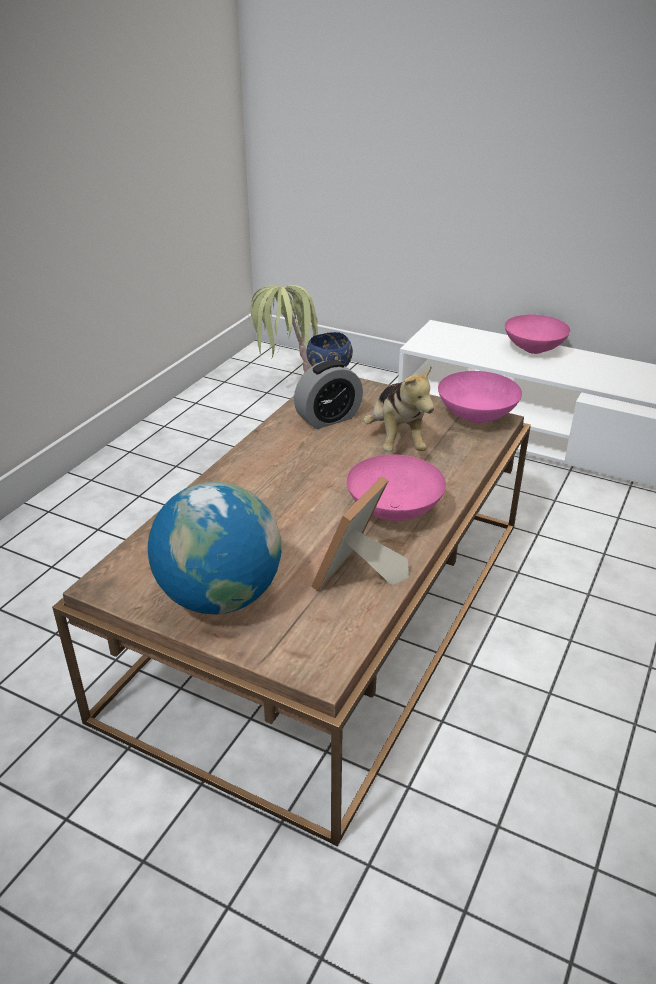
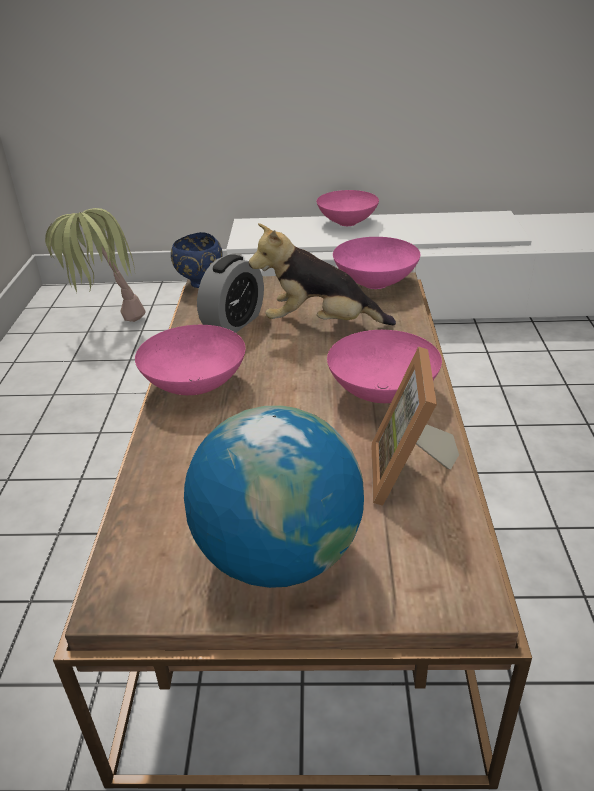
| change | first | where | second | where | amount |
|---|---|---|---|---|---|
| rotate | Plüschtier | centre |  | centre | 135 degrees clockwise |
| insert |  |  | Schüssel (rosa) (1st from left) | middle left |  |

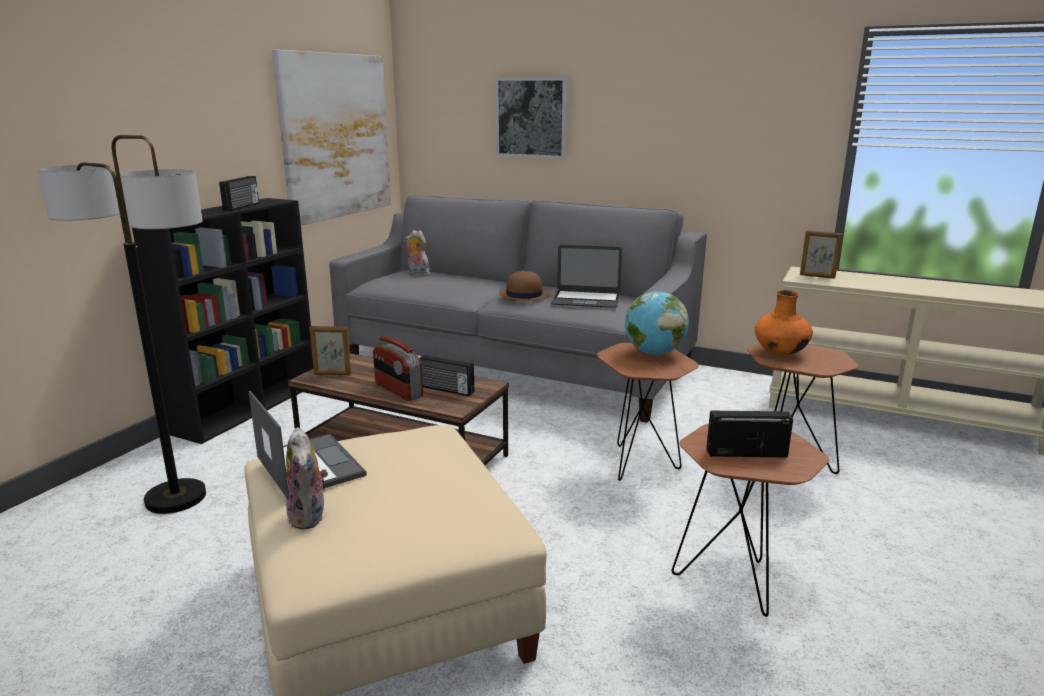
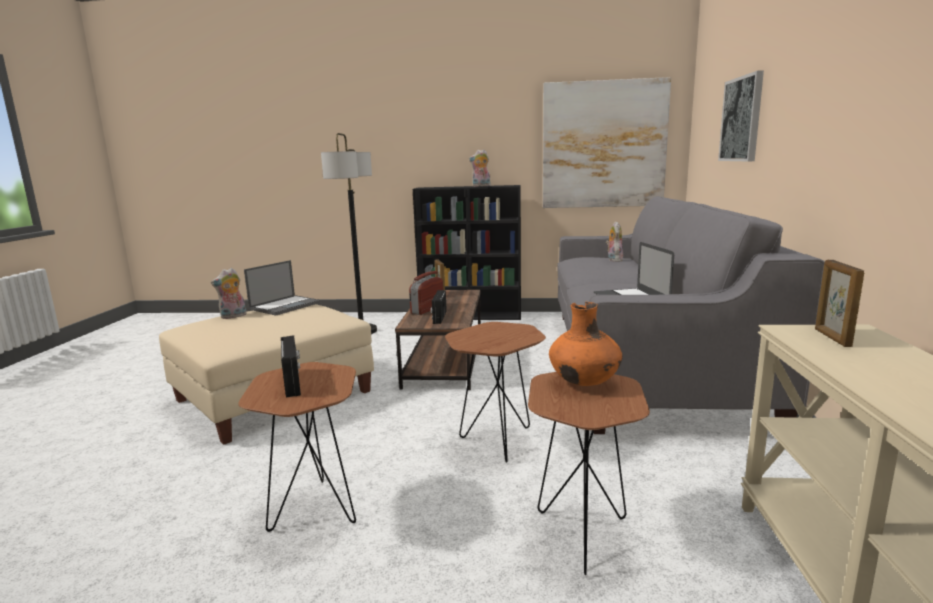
| change | first | where | second | where | amount |
|---|---|---|---|---|---|
| replace | Radio (1st from left) | top left | Plüschtier (2nd from left) | top centre |  |
| delete | Hut (braun) | centre |  |  |  |
| delete | Globus | centre |  |  |  |

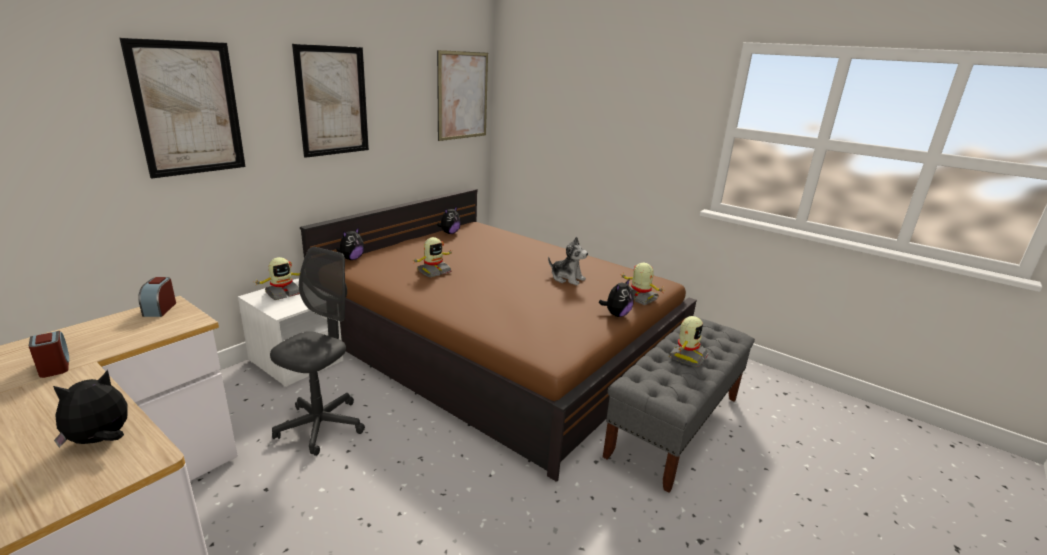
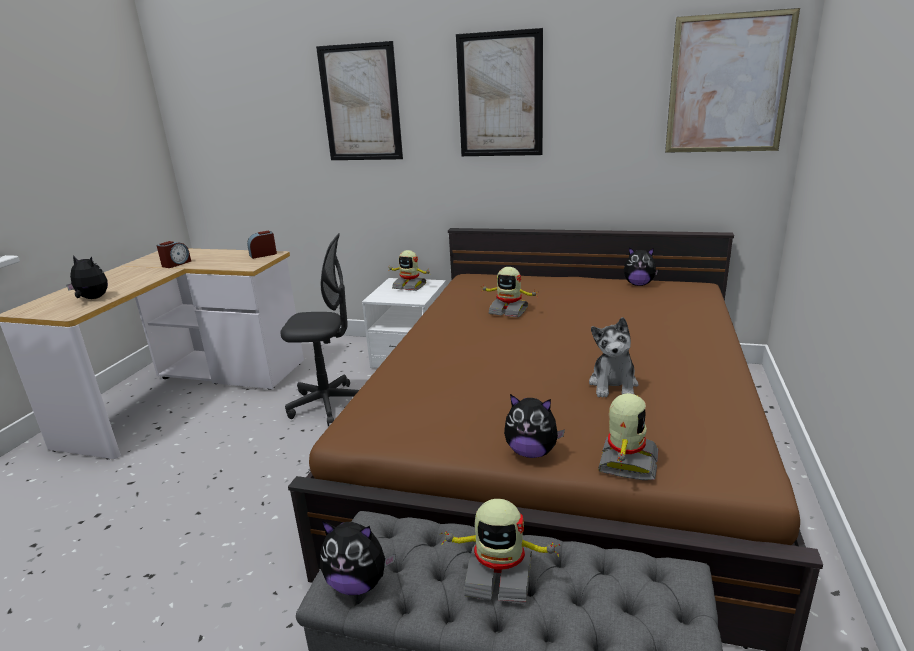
| change | first | where | second | where | amount |
|---|---|---|---|---|---|
| move | Plüschtier (2nd from left) | centre |  | bottom centre |  |

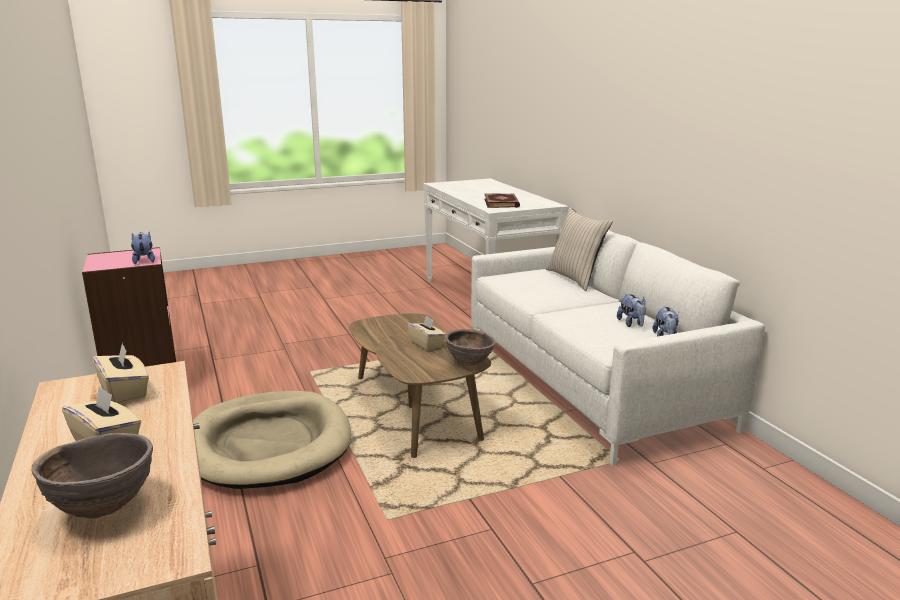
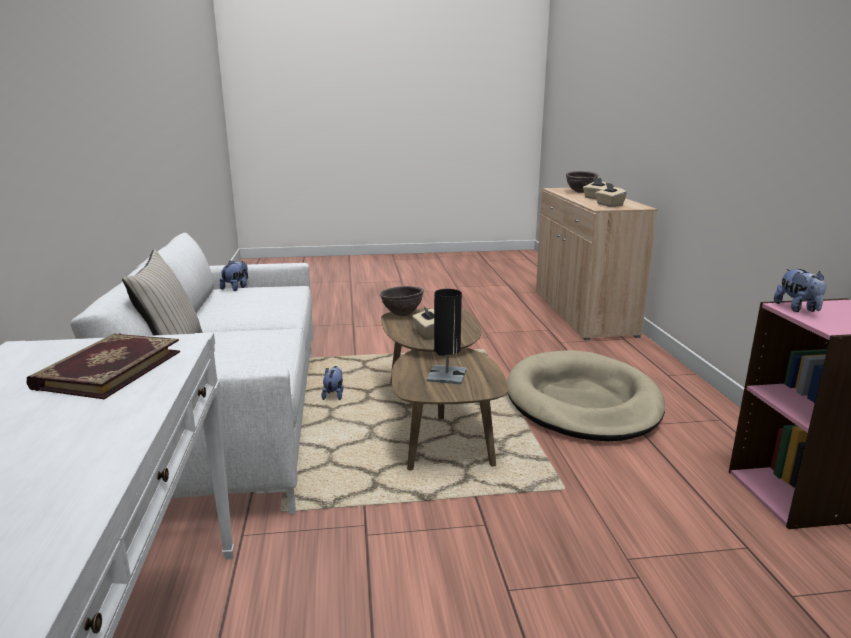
| change | first | where | second | where | amount |
|---|---|---|---|---|---|
| move | Plüschtier (2nd from left) | middle right |  | centre |  |
| insert |  |  | Tischlampe (schwarz) | centre |  |

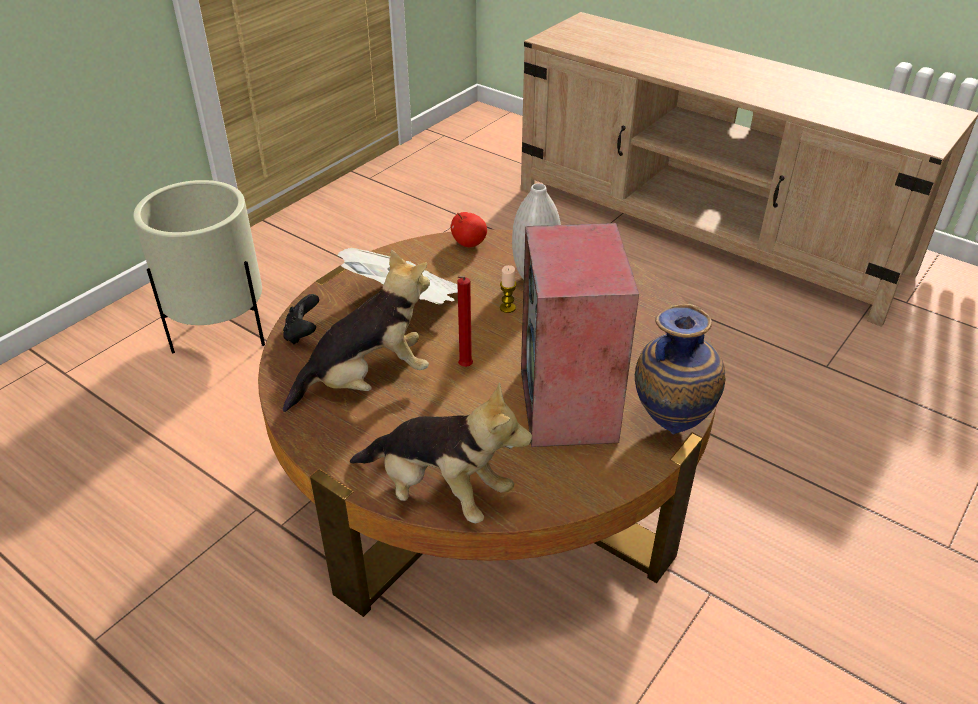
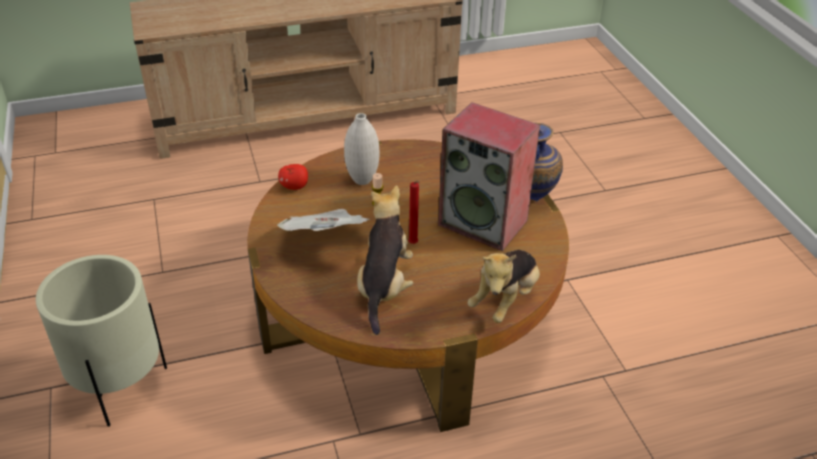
| change | first | where | second | where | amount |
|---|---|---|---|---|---|
| delete | Gamepad (schwarz) | middle left |  |  |  |
| rotate | Plüschtier (2nd from left) | centre |  | centre | 150 degrees clockwise |

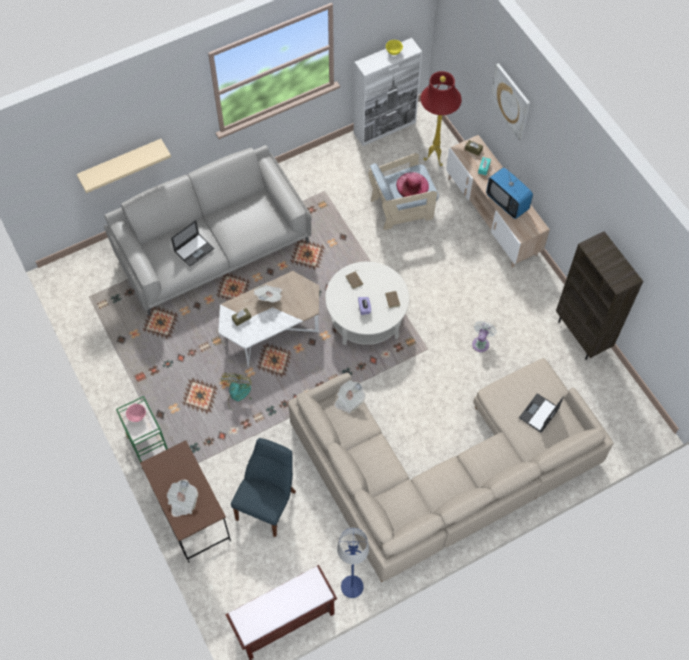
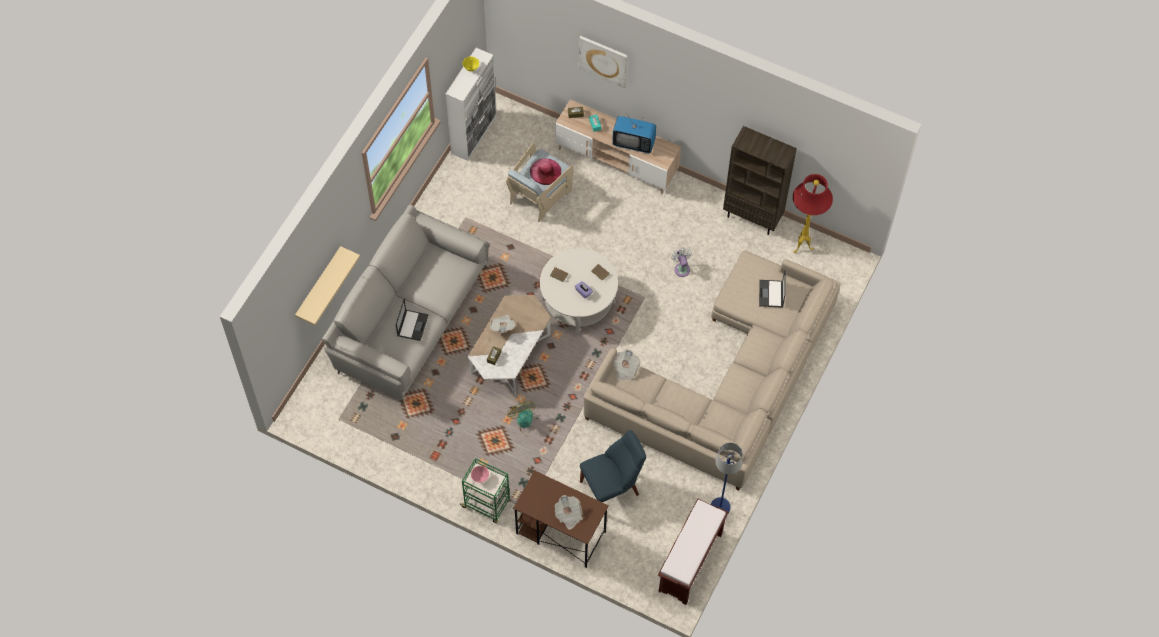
| change | first | where | second | where | amount |
|---|---|---|---|---|---|
| move | Stehlampe (rot) | top centre |  | middle right |  |
| rotate | Stuhl (blau) | bottom centre |  | bottom centre | 75 degrees clockwise |

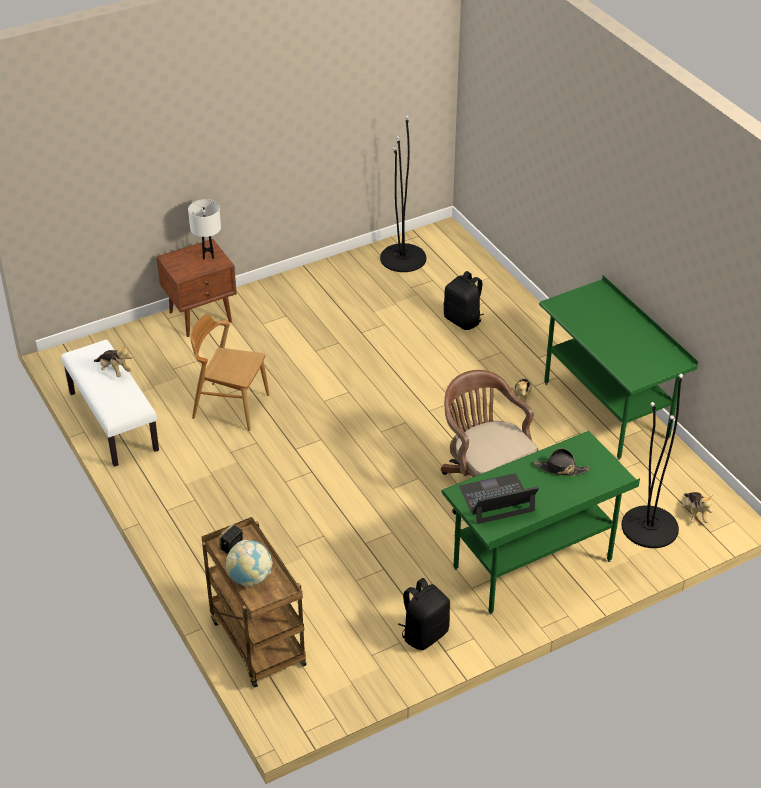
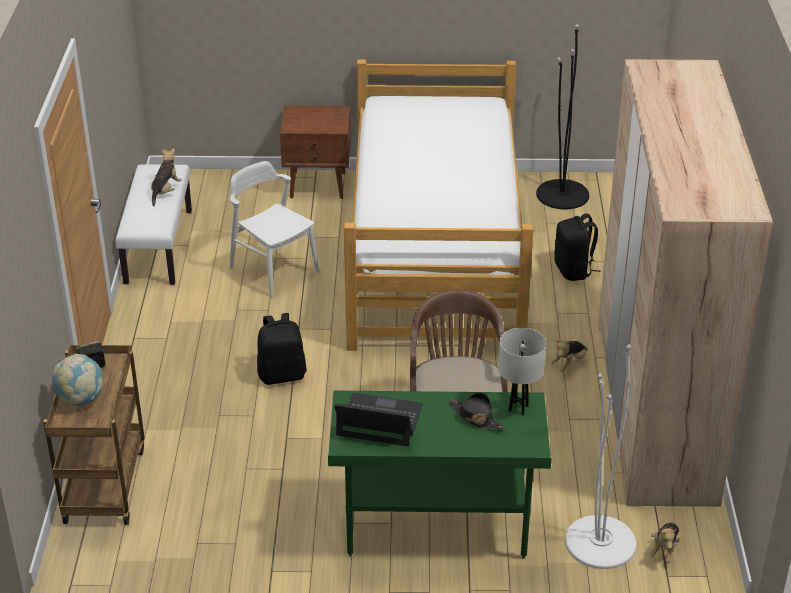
| change | first | where | second | where | amount |
|---|---|---|---|---|---|
| move | Tischlampe (weiß) | top left |  | centre |  |
| replace | Schreibtisch (grün) (2nd from left) | middle right | Kleiderschrank (beige) | middle right |  |
| recolor | Stuhl (braun) | middle left | Stuhl (weiß) | centre |  |
| rotate | Plüschtier (1st from left) | middle left |  | top left | 135 degrees counterclockwise |
| recolor | Stehlampe (schwarz) (2nd from left) | middle right | Stehlampe (weiß) | bottom right |  |
| move | Rucksack (schwarz) (1st from left) | bottom centre |  | centre |  |
| insert |  |  | Bett | centre |  |

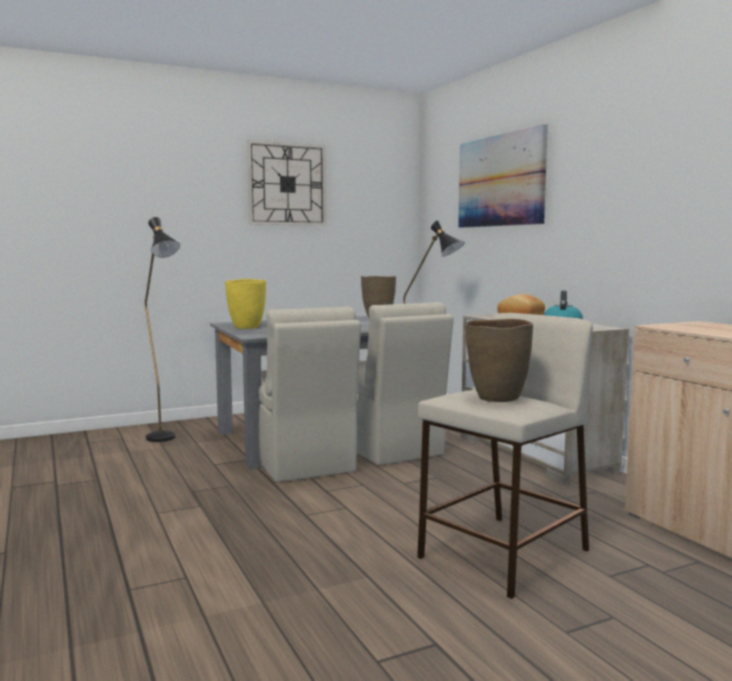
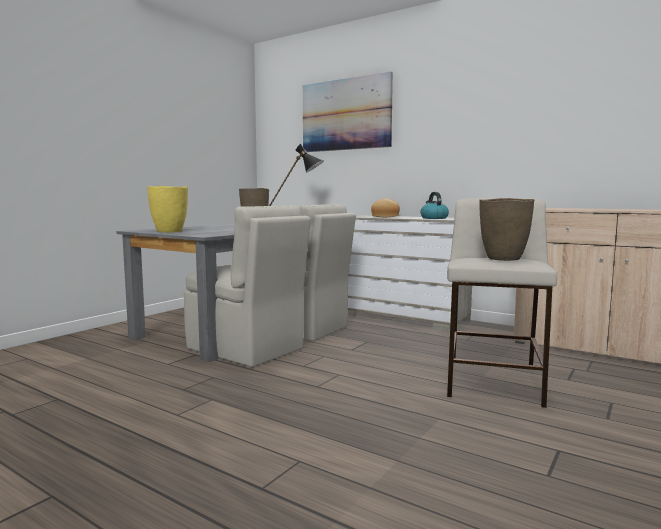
| change | first | where | second | where | amount |
|---|---|---|---|---|---|
| delete | Wanduhr | top centre |  |  |  |
| delete | Stehlampe (schwarz) (1st from left) | middle left |  |  |  |

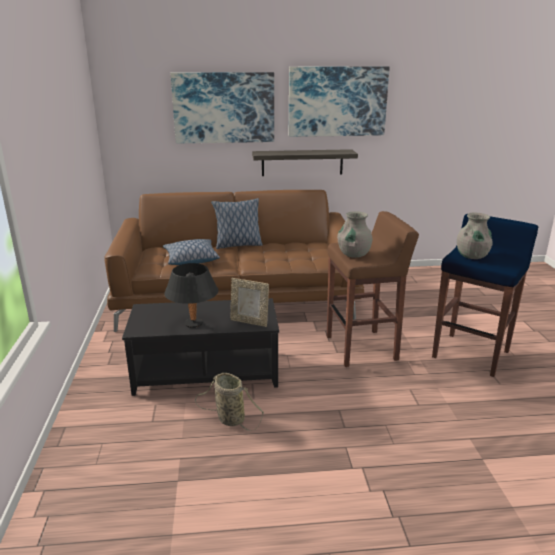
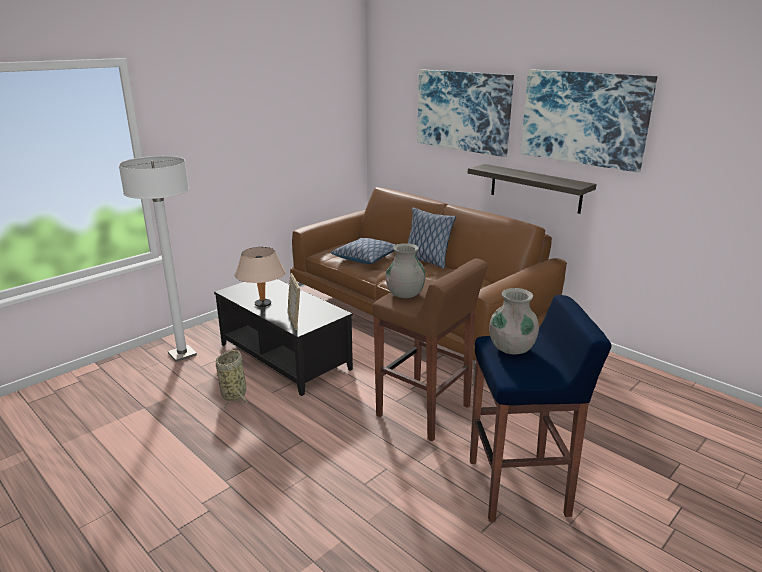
| change | first | where | second | where | amount |
|---|---|---|---|---|---|
| recolor | Tischlampe (schwarz) | centre | Tischlampe (beige) | centre |  |
| insert |  |  | Stehlampe (weiß) | middle left |  |

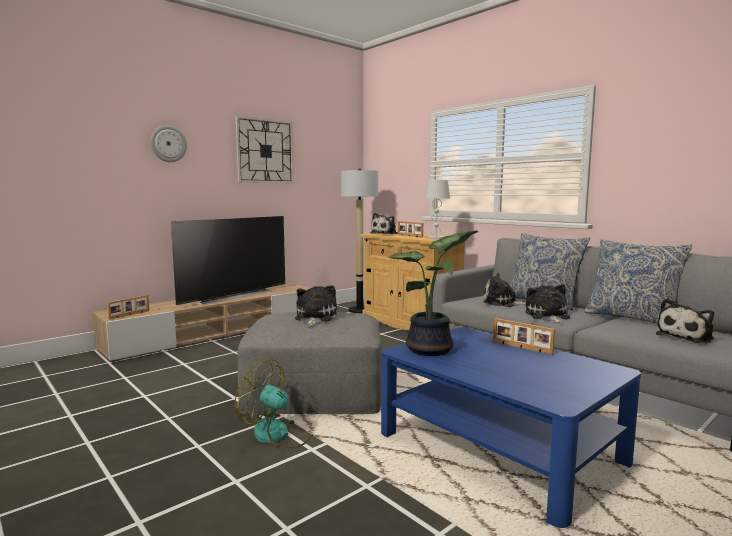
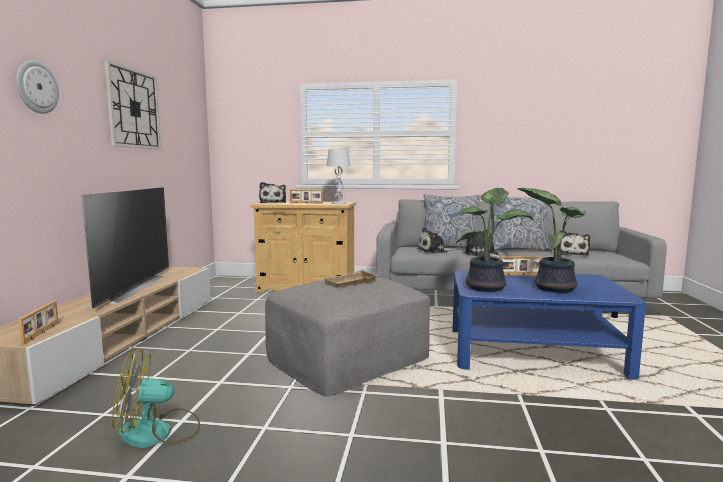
| change | first | where | second | where | amount |
|---|---|---|---|---|---|
| delete | Stehlampe | centre |  |  |  |
| replace | Plüschtier (1st from left) | centre | Tablett (beige) | centre |  |
| move | Ventilator | bottom centre |  | bottom left |  |
| insert |  |  | Topfpflanze (2nd from left) | middle right |  |

